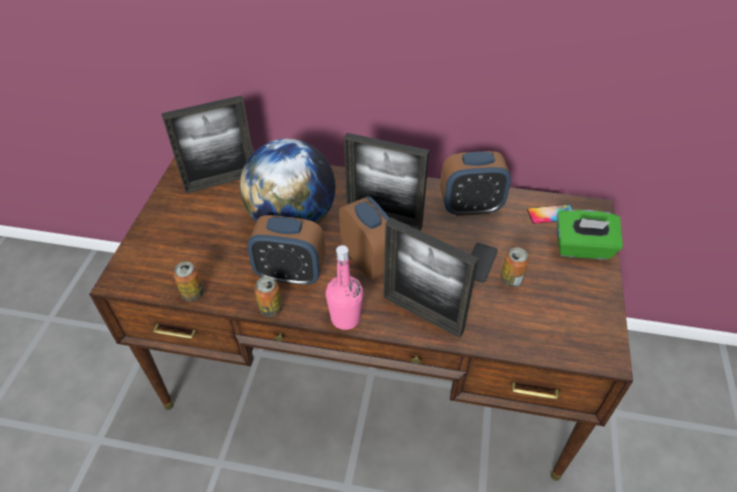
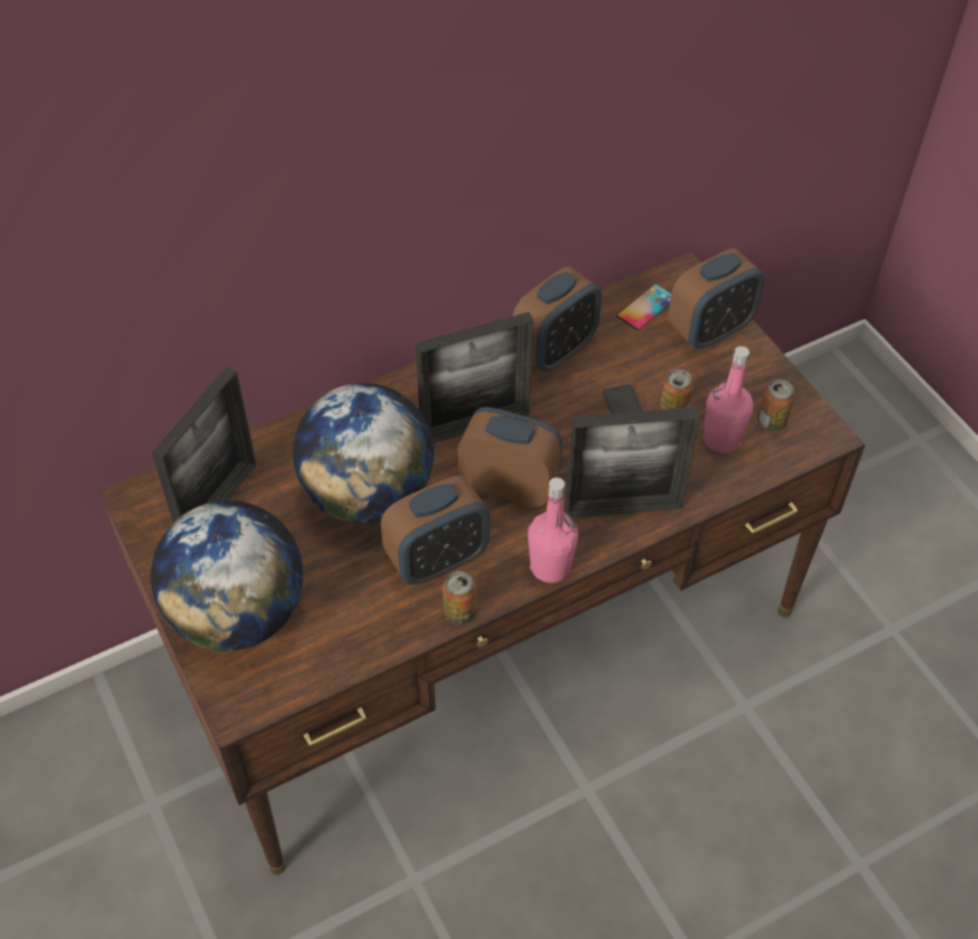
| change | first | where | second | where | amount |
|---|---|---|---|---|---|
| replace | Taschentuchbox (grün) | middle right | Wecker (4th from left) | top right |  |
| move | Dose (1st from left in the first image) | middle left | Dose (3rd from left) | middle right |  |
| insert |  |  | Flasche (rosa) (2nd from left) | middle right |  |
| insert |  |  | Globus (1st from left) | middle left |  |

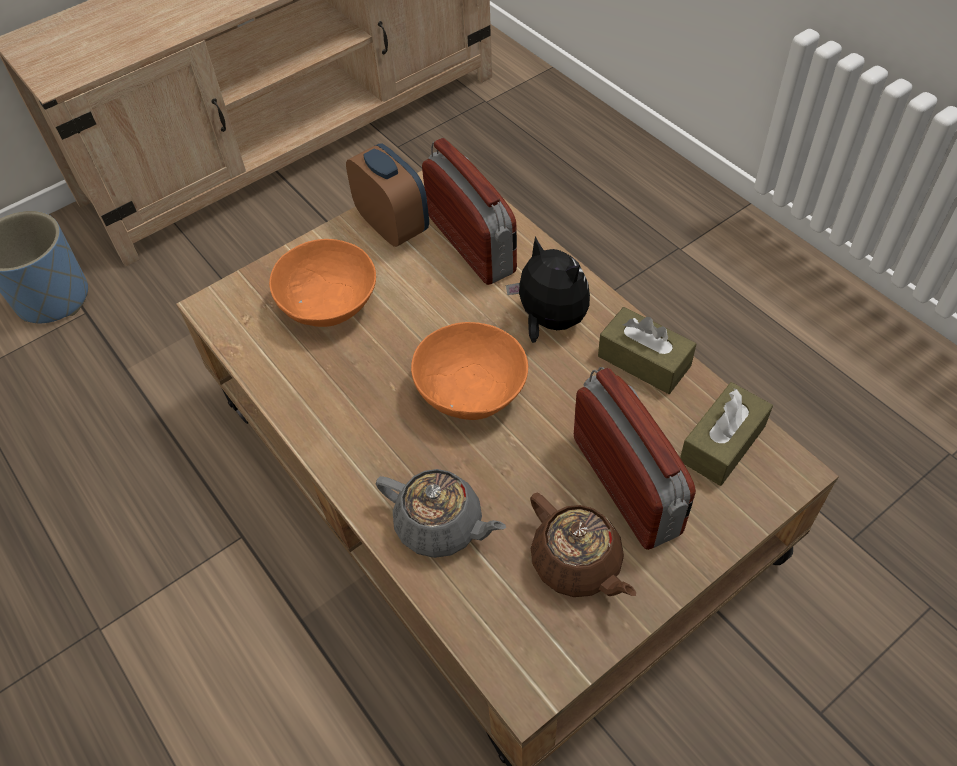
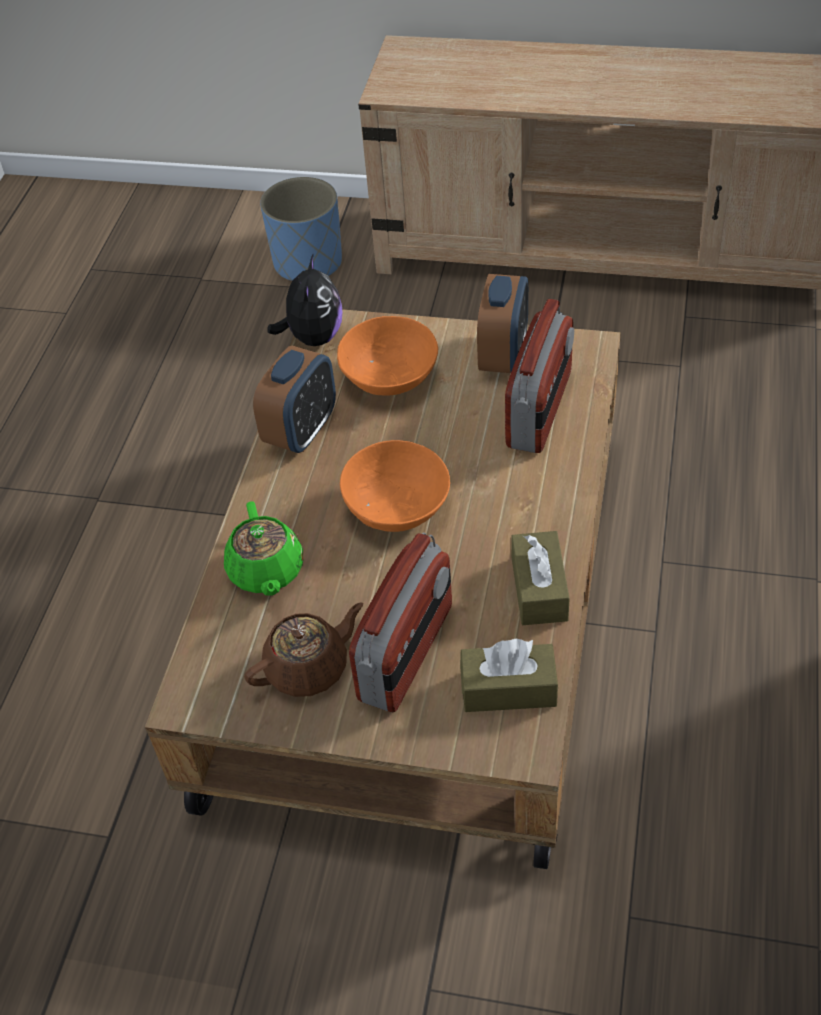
| change | first | where | second | where | amount |
|---|---|---|---|---|---|
| move | Plüschtier | centre |  | top centre |  |
| recolor | Teekanne (grau) | bottom centre | Teekanne (grün) | middle left |  |
| rotate | Teekanne (braun) | bottom centre |  | centre | 135 degrees counterclockwise |
| insert |  |  | Wecker (1st from left) | centre |  |

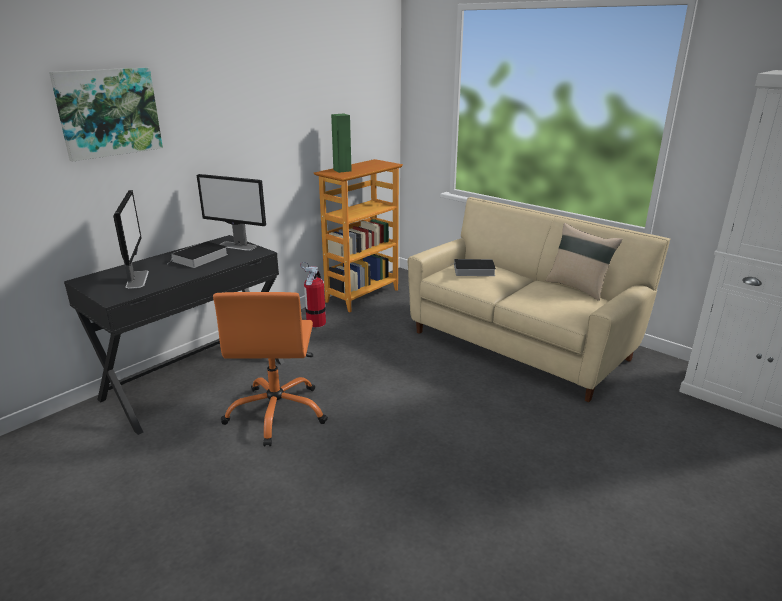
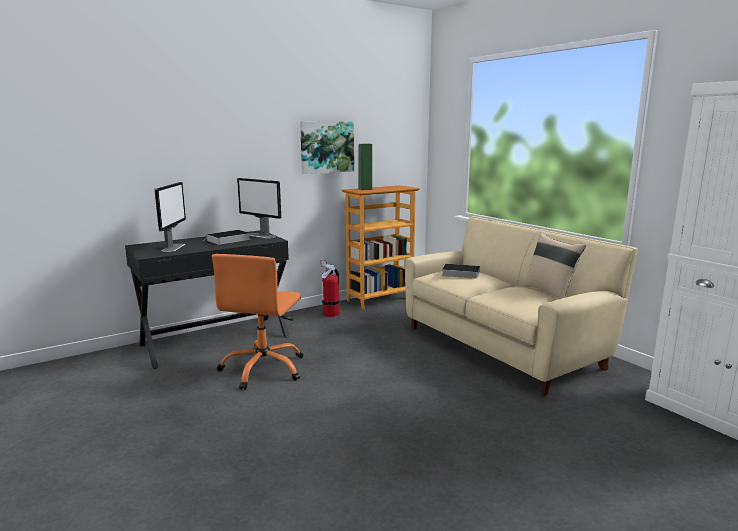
| change | first | where | second | where | amount |
|---|---|---|---|---|---|
| move | Bild | top left |  | top centre |  |

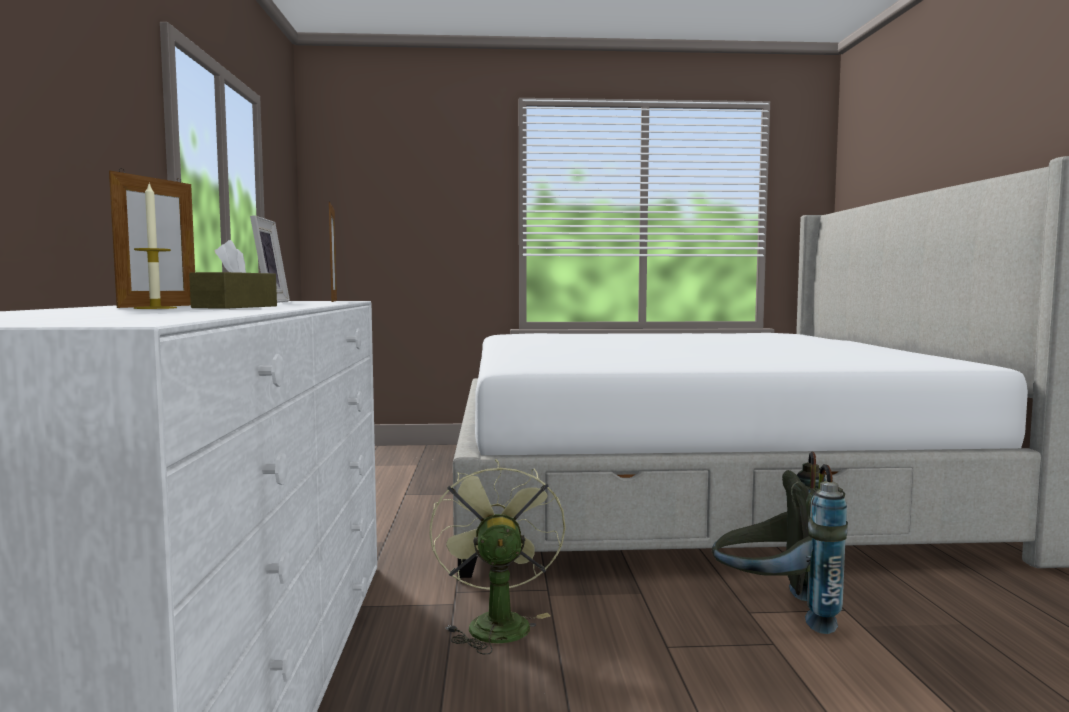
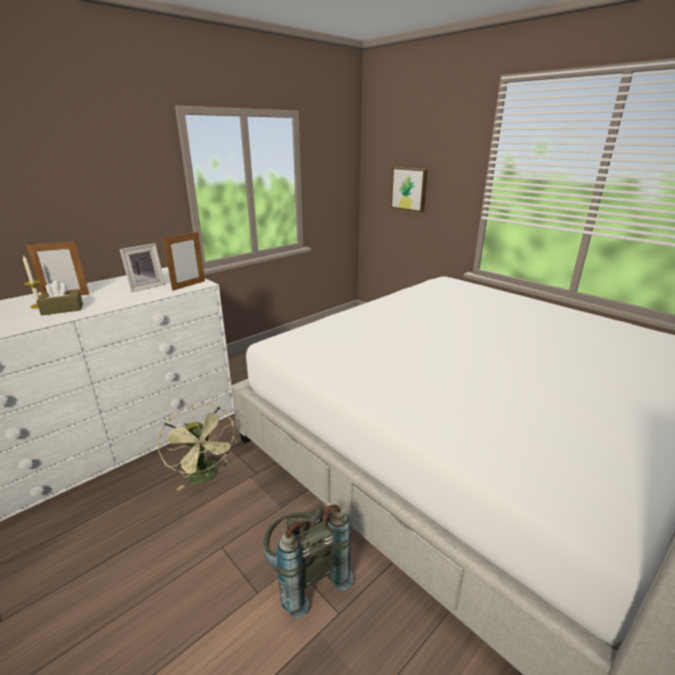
| change | first | where | second | where | amount |
|---|---|---|---|---|---|
| rotate | Ventilator (grün) | bottom centre |  | middle left | 105 degrees clockwise |
| insert |  |  | Bild | top centre |  |

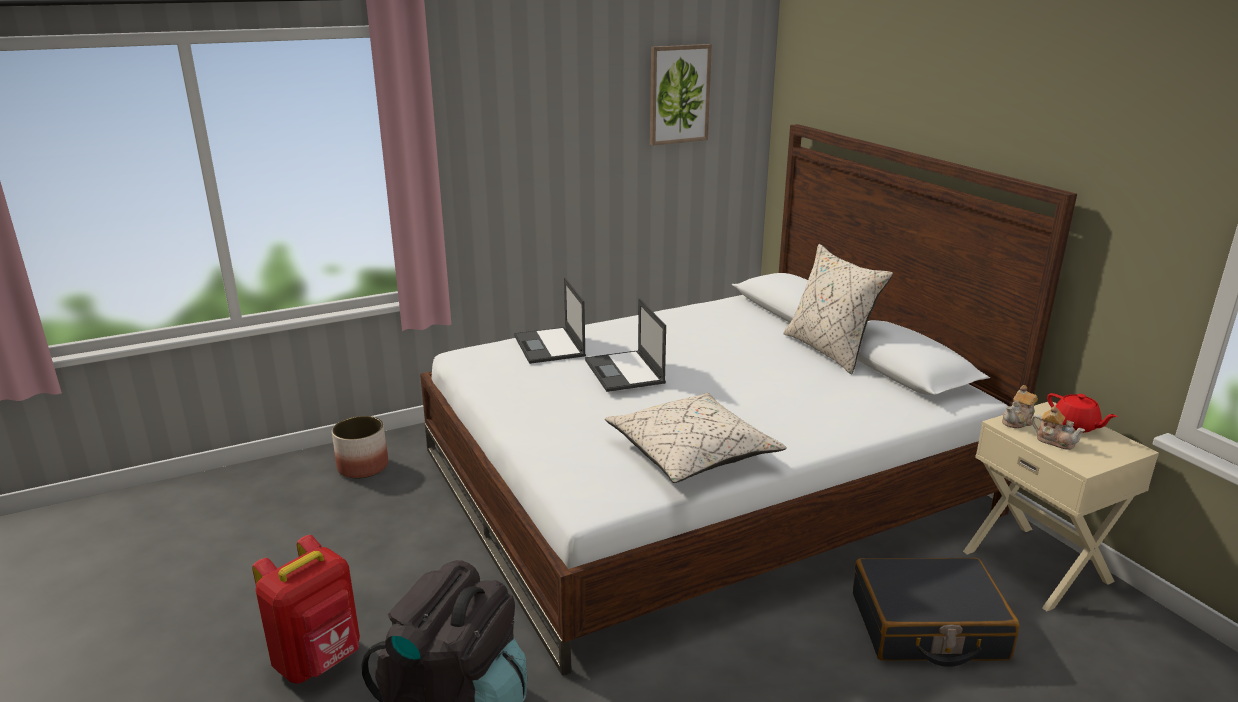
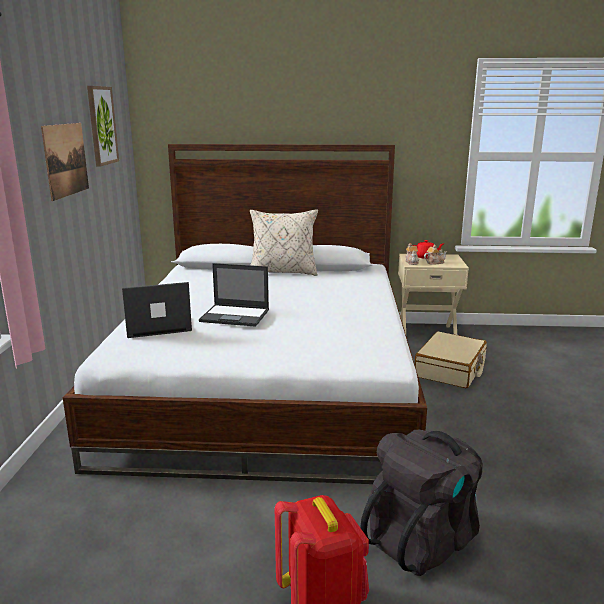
| change | first | where | second | where | amount |
|---|---|---|---|---|---|
| rotate | Laptop (1st from left) | centre |  | middle left | 150 degrees clockwise |
| delete | Kissen (beige) (1st from left) | centre |  |  |  |
| delete | Pflanzkübel | middle left |  |  |  |
| recolor | Koffer (schwarz) | bottom right | Koffer (beige) | middle right |  |
| insert |  |  | Bild (1st from left) | top left |  |

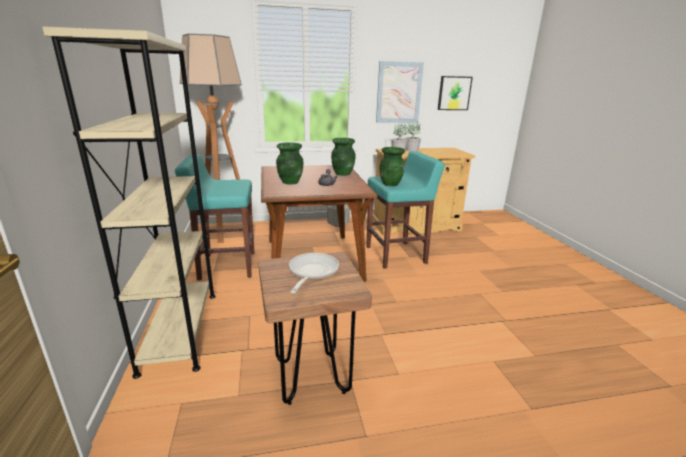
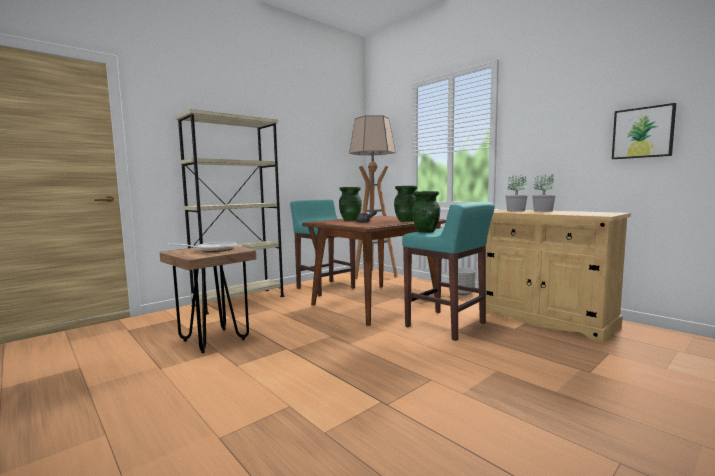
| change | first | where | second | where | amount |
|---|---|---|---|---|---|
| delete | Bild (1st from left) | top centre |  |  |  |

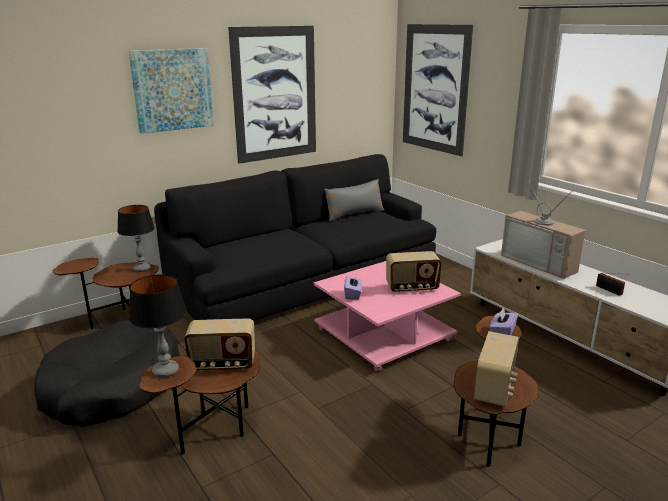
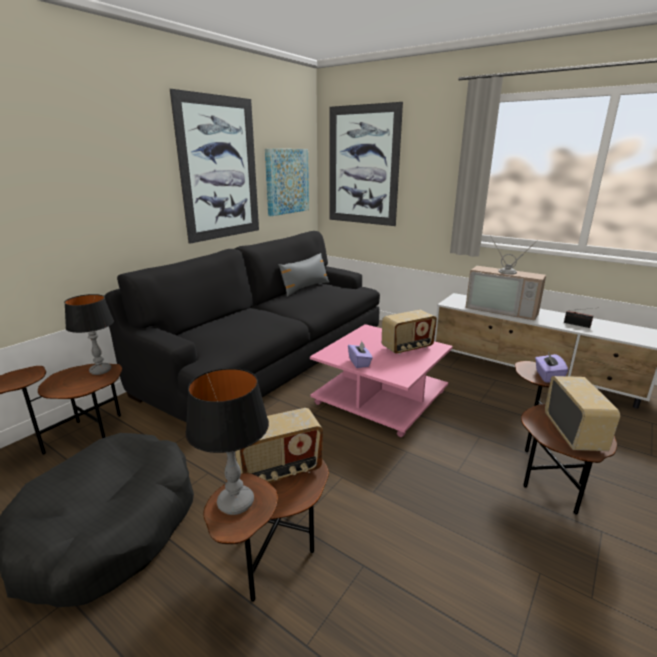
| change | first | where | second | where | amount |
|---|---|---|---|---|---|
| move | Bild (1st from left in the first image) | top left | Bild (2nd from left) | top centre |  |

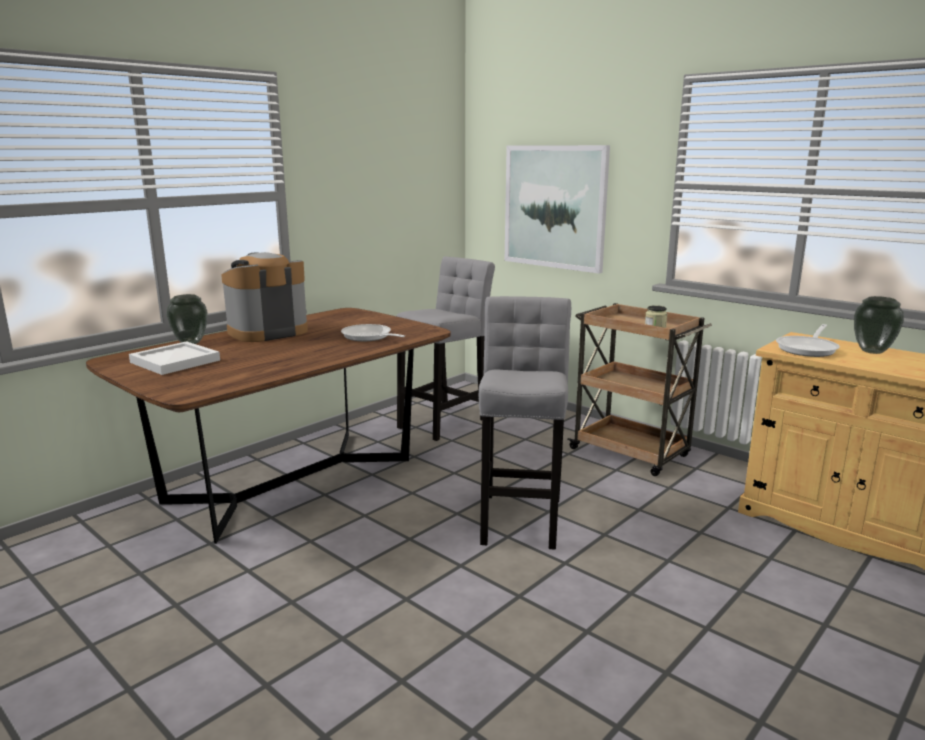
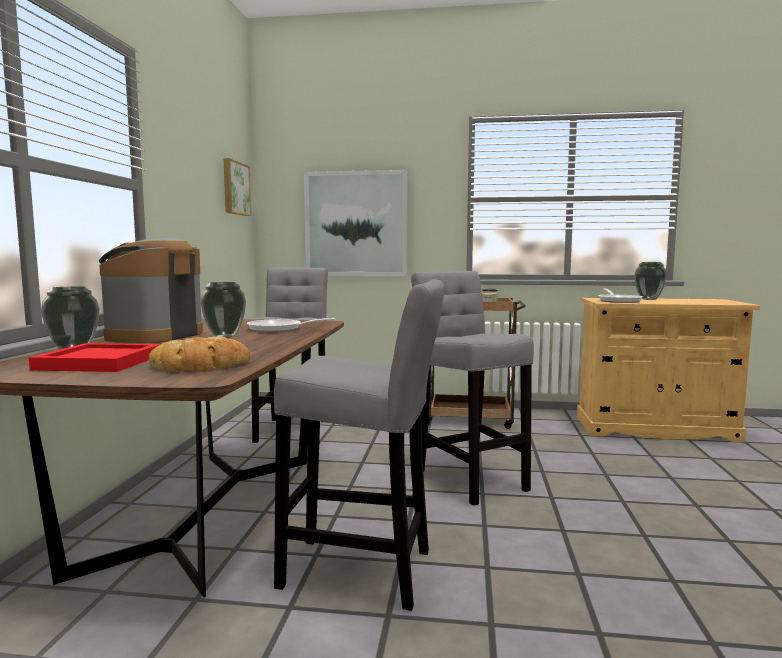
| change | first | where | second | where | amount |
|---|---|---|---|---|---|
| recolor | Tablett (weiß) | middle left | Tablett (rot) | middle left |  |
| insert |  |  | Bild (1st from left) | top left |  |
| insert |  |  | Hocker (grau) (2nd from left) | bottom centre |  |
| insert |  |  | Vase (2nd from left) | middle left |  |
| insert |  |  | Brot | middle left |  |

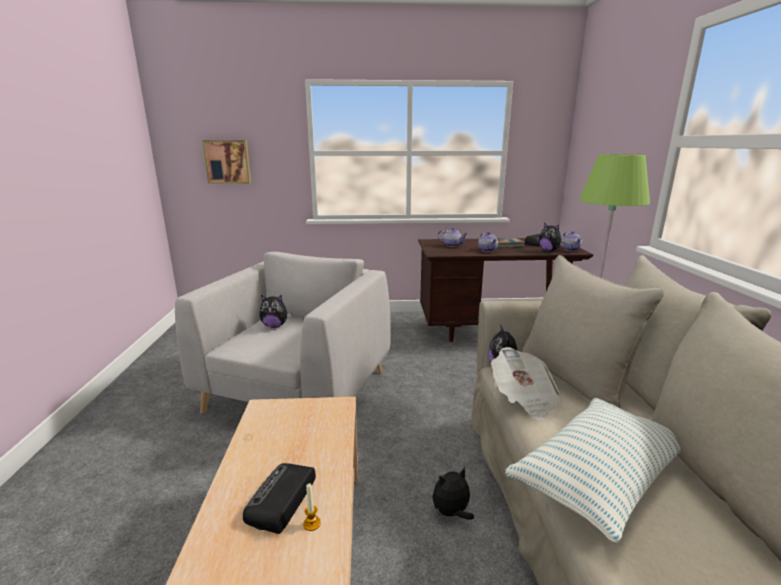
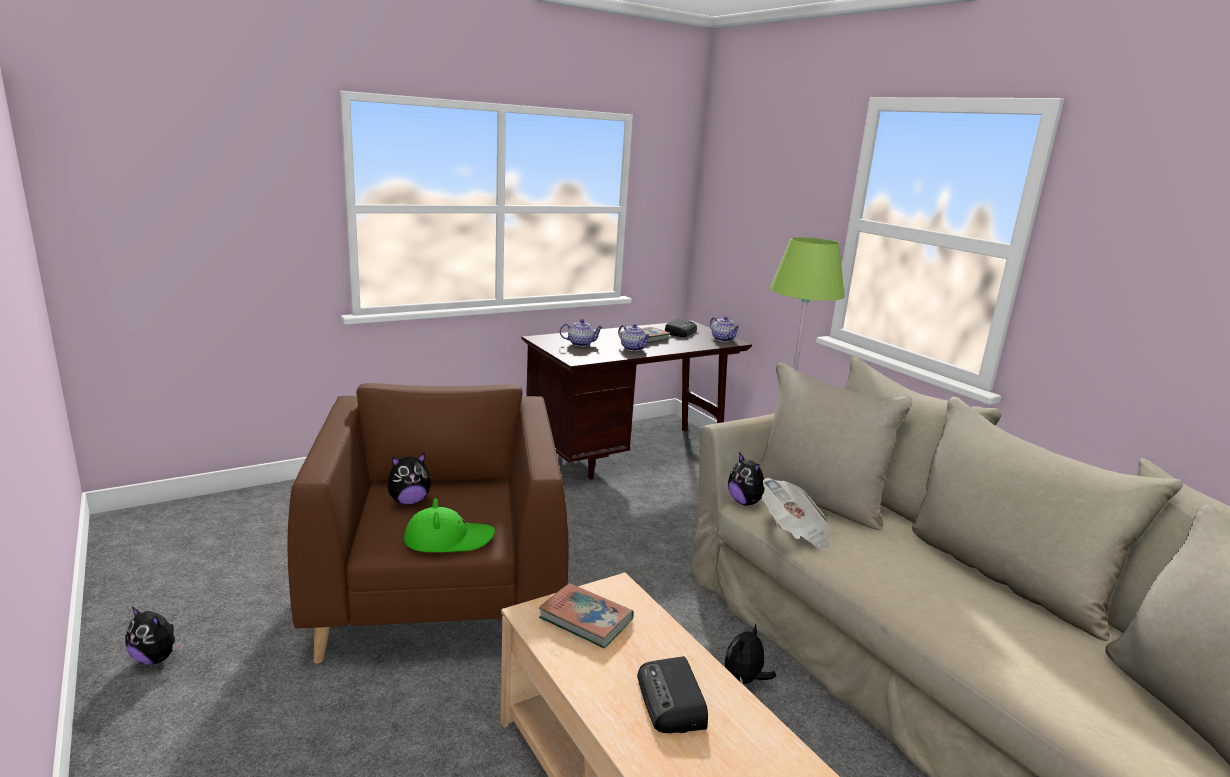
| change | first | where | second | where | amount |
|---|---|---|---|---|---|
| delete | Bild | top left |  |  |  |
| move | Plüschtier (4th from left in the first image) | middle right | Plüschtier (1st from left) | bottom left |  |
| recolor | Sessel (grau) | centre | Sessel (braun) | bottom centre |  |
| delete | Kissen | bottom right |  |  |  |
| delete | Kerze | bottom centre |  |  |  |
| insert |  |  | Hut (grün) | bottom centre |  |
| insert |  |  | Buch (1st from left) | bottom centre |  |

